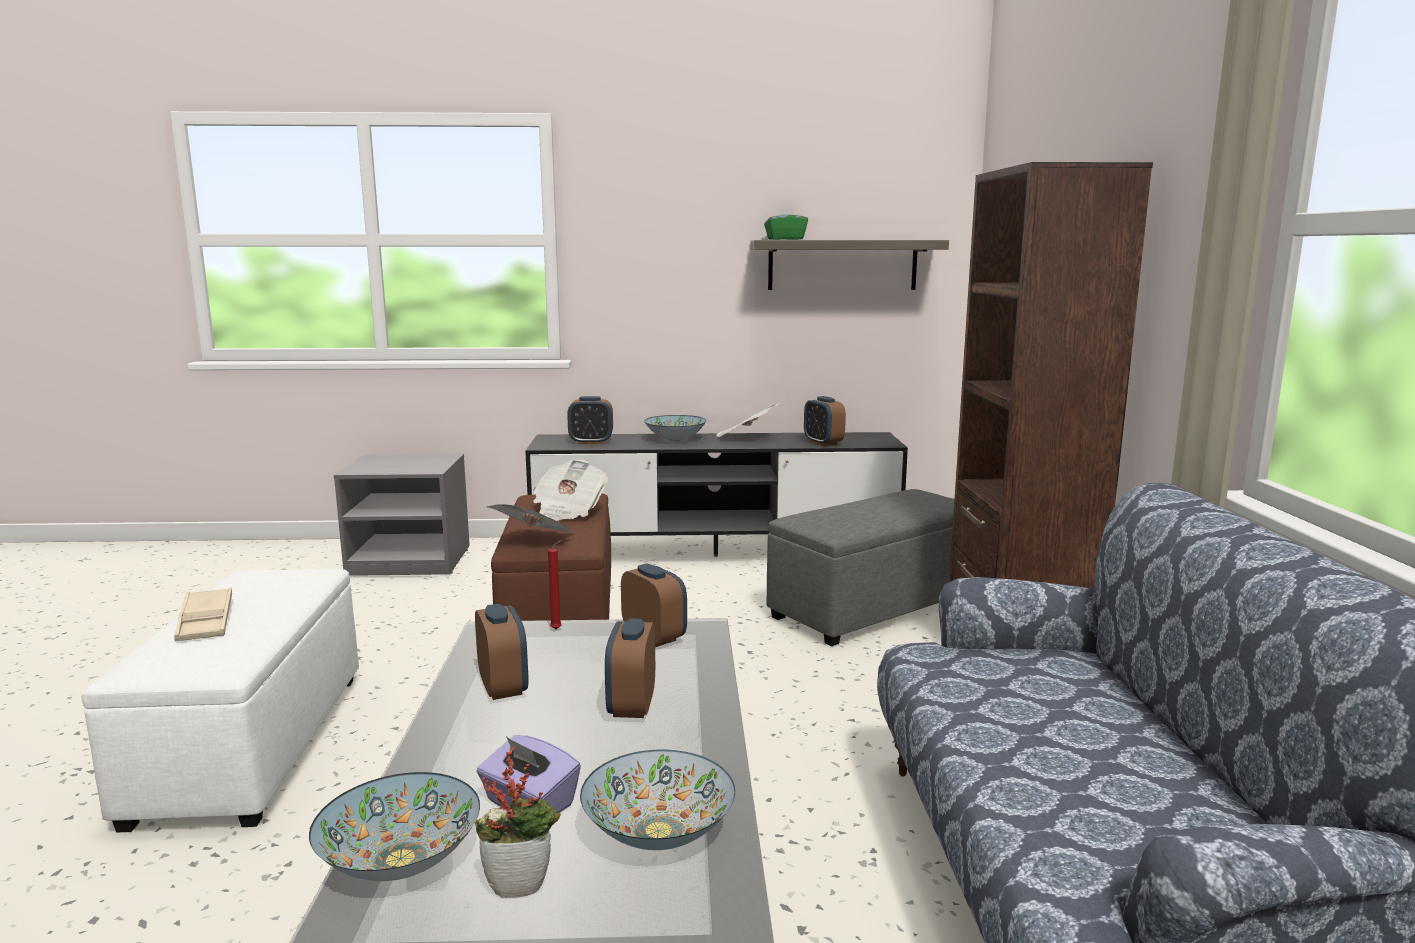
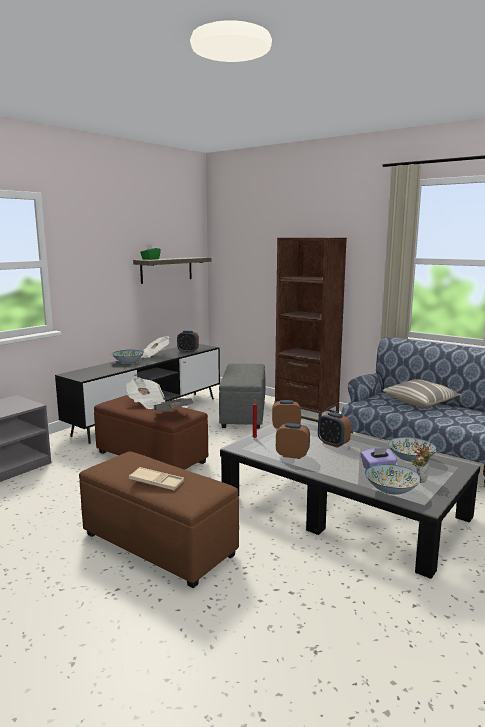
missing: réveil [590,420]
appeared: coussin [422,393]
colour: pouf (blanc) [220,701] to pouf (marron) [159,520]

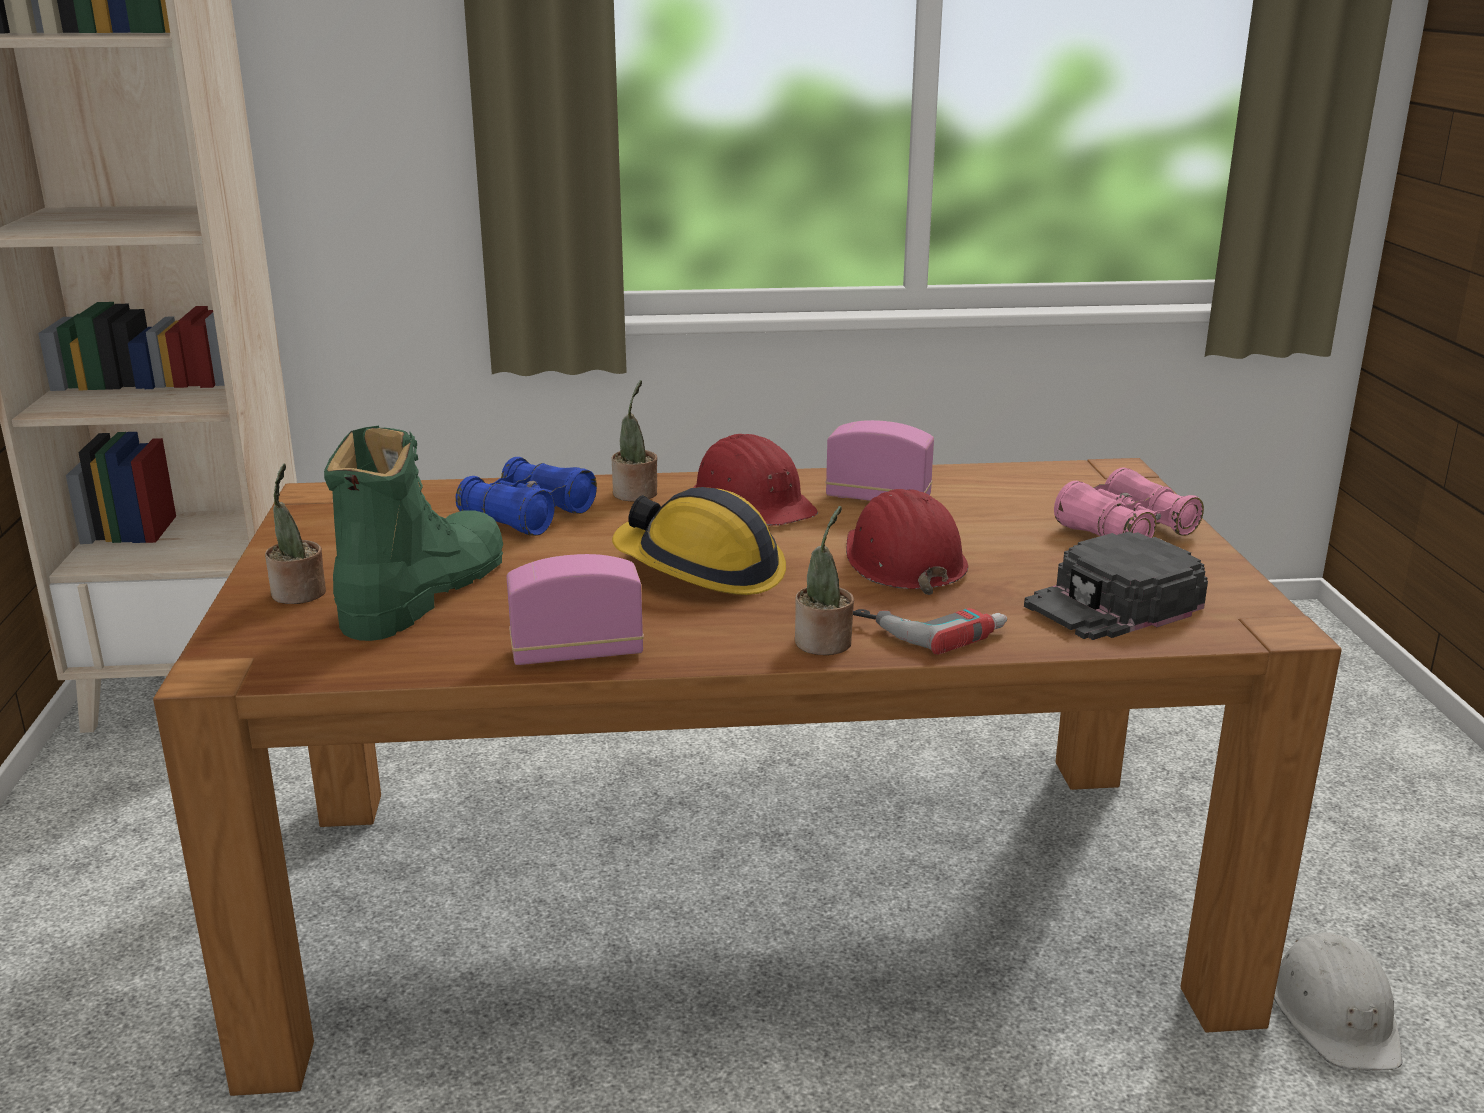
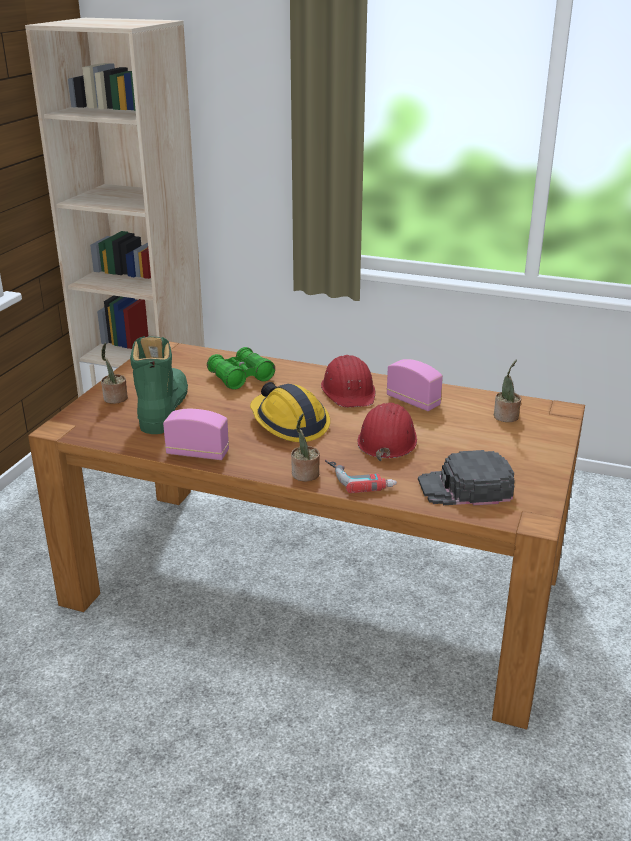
missing: jumelles (rose) [1129,502]; casque de chantier (blanc) [1338,1001]
relocated: plante en pot [634,440] to [507,391]
colour: jumelles (bleu) [526,496] to jumelles (vert) [241,368]
spun: botte (vert) [413,533] = [159,385] 45 degrees counterclockwise

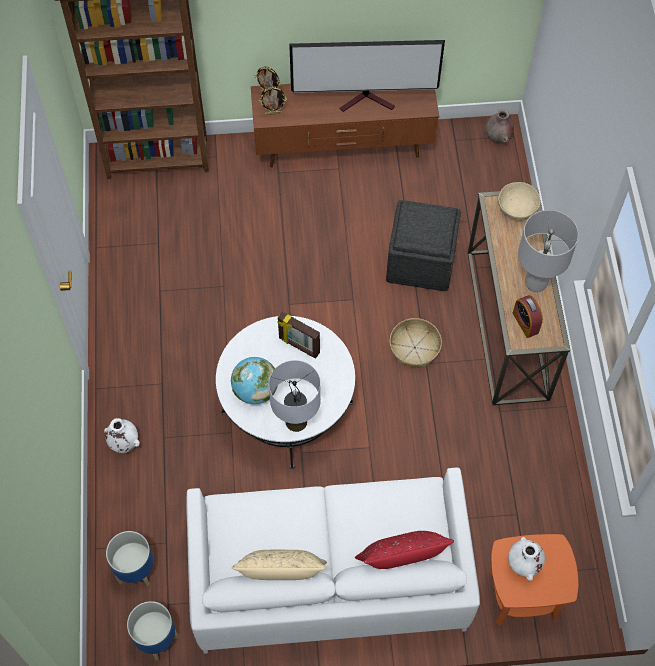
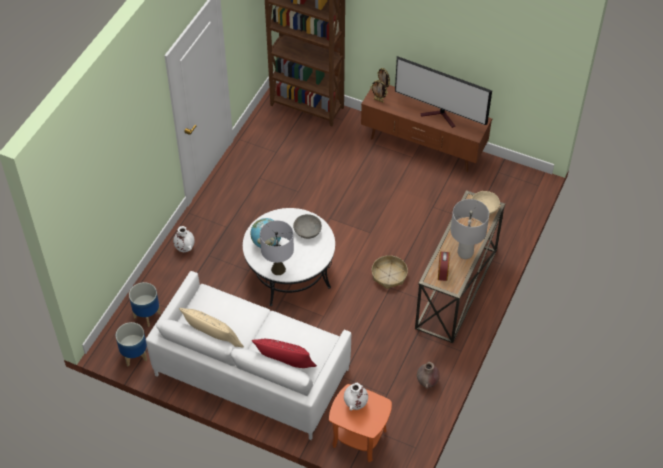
missing: pouf (gris) [423,245]
relocated: vase (marron) [500,126] to [428,375]
exchanged: cadre photo [298,335] to bol (gris) [307,226]

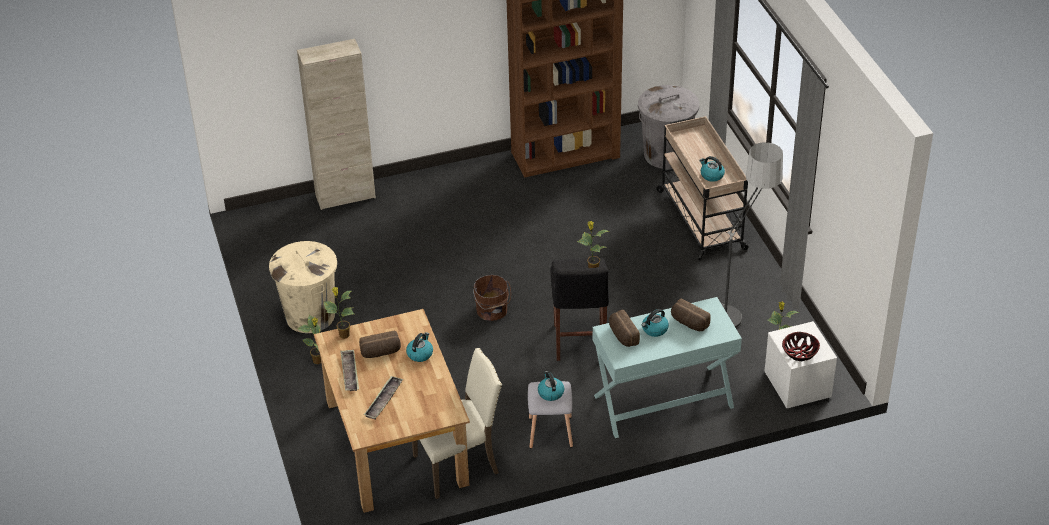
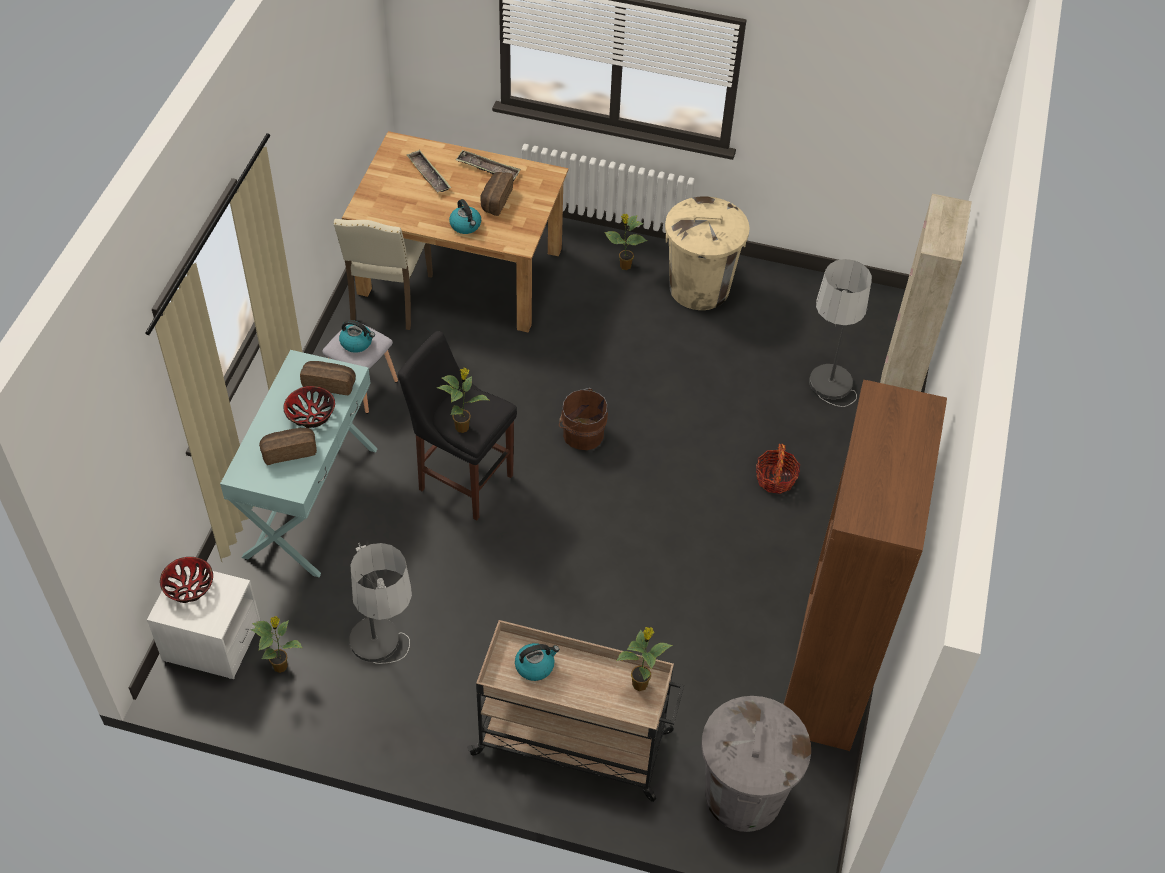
appeared: panier [778,469]; lampadaire [840,333]
relocated: plante en pot [339,313] to [644,659]
exchanged: bouilloire [655,323] to bol [309,407]

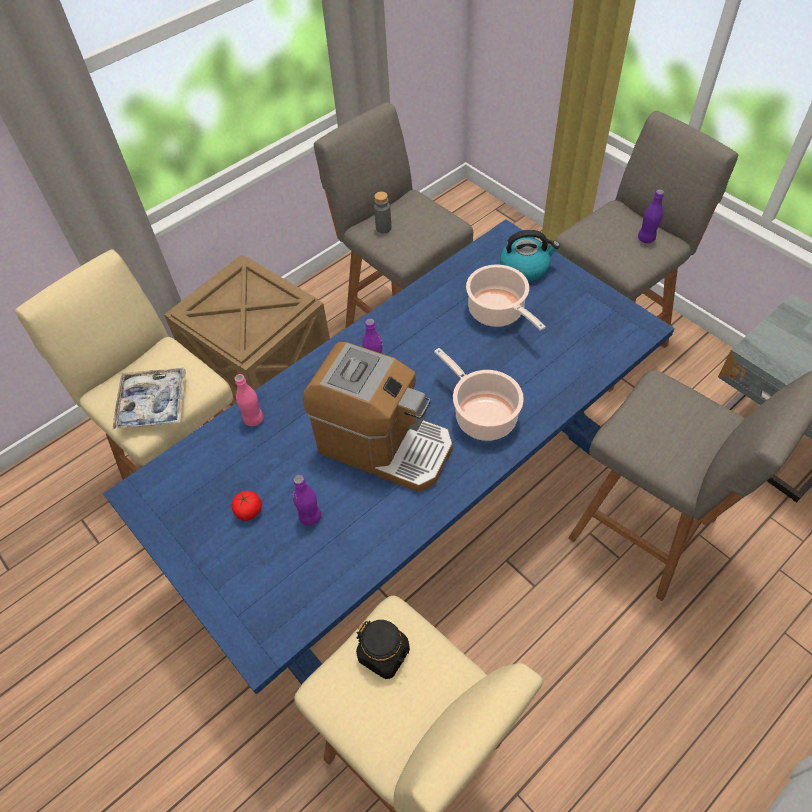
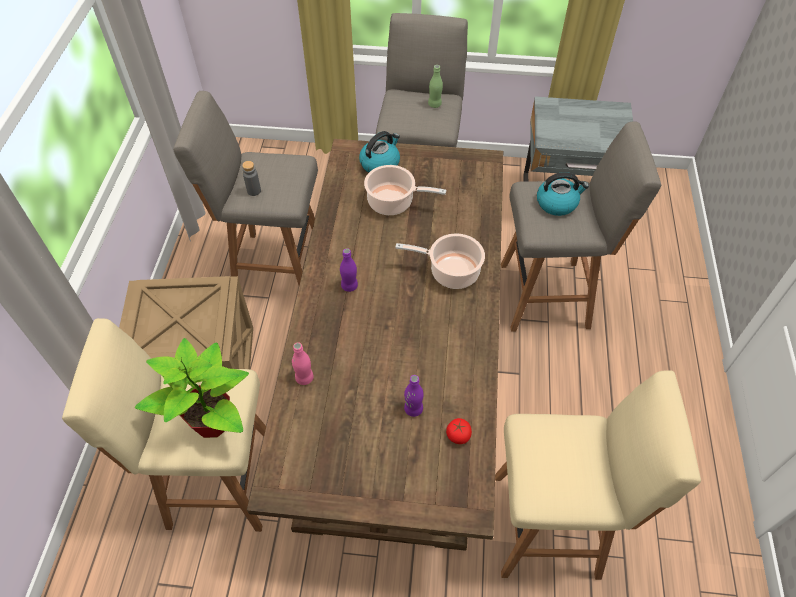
missing: machine à café [378,417]; bocal (noir) [383,649]
appeared: bouilloire [563,194]
relocated: tomate [247,506] to [459,431]
exchanged: plateau [149,398] to plante en pot [192,388]
colour: table à manger (bleu) [388,456] to table à manger (marron) [375,345]; bouteille (violet) [651,216] to bouteille (vert) [435,86]

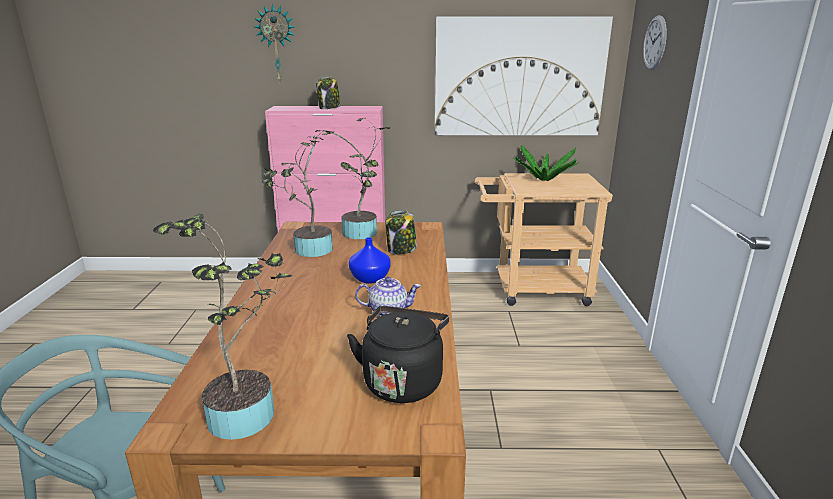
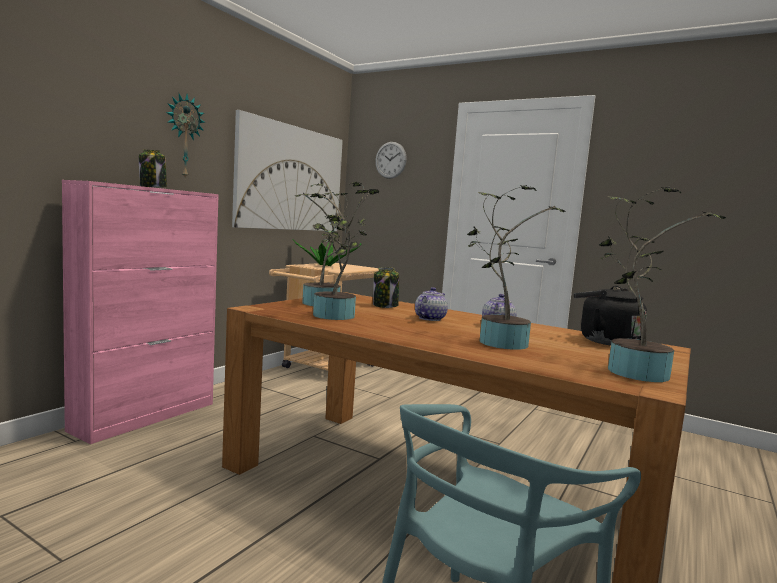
appeared: plante en pot [516,267]
relocated: horloge murale [274,43] to [185,136]
exchanged: vase (bleu) [370,260] to théière [431,304]

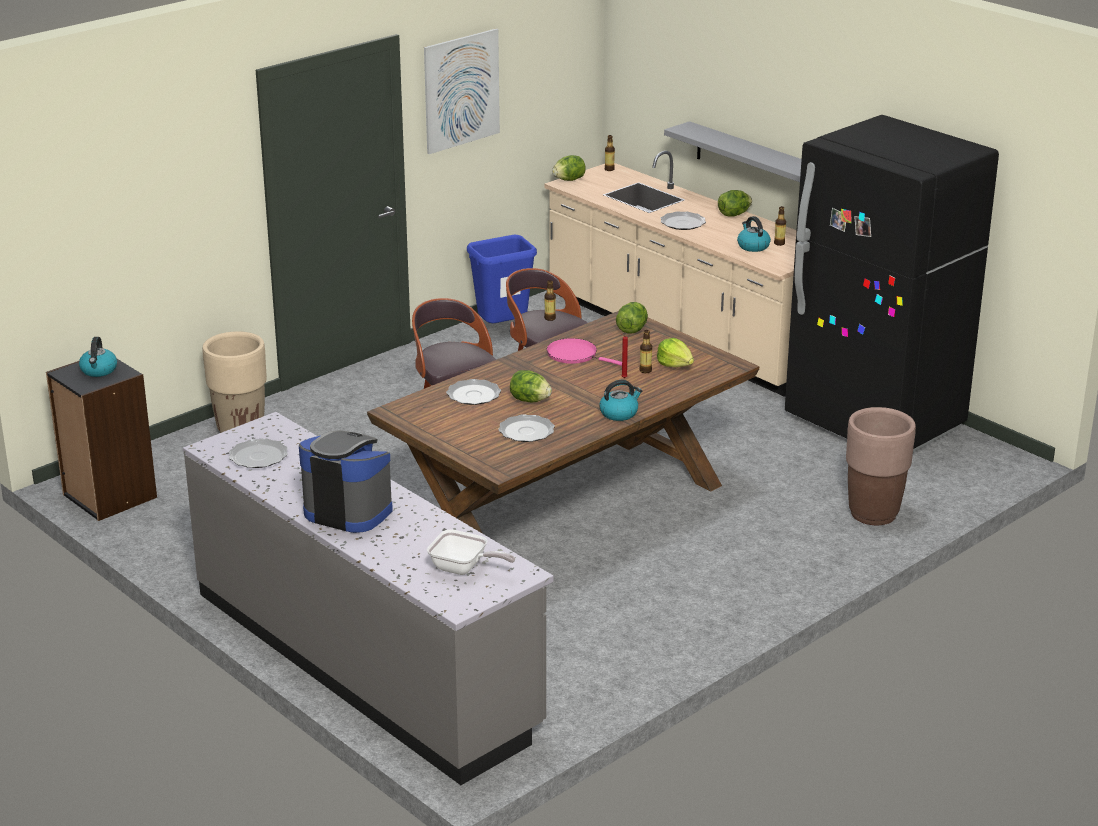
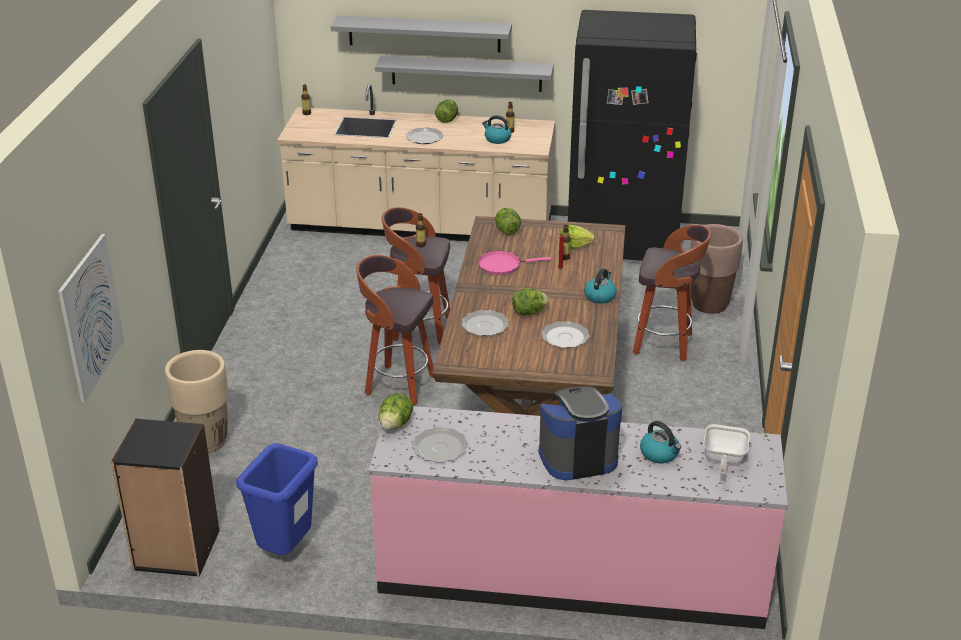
appeared: étagère (gris) [421,33]; tabouret [672,293]
relocated: bouilloire [98,357] to [660,442]; tableau [462,91] to [91,318]; poubelle (bleu) [502,279] to [277,499]; laitue [569,168] to [396,411]
colour: comptoir de cuisine (gris) [368,598] to comptoir de cuisine (rose) [578,517]
spun: poêle [471,552] = [727,450] 120 degrees clockwise

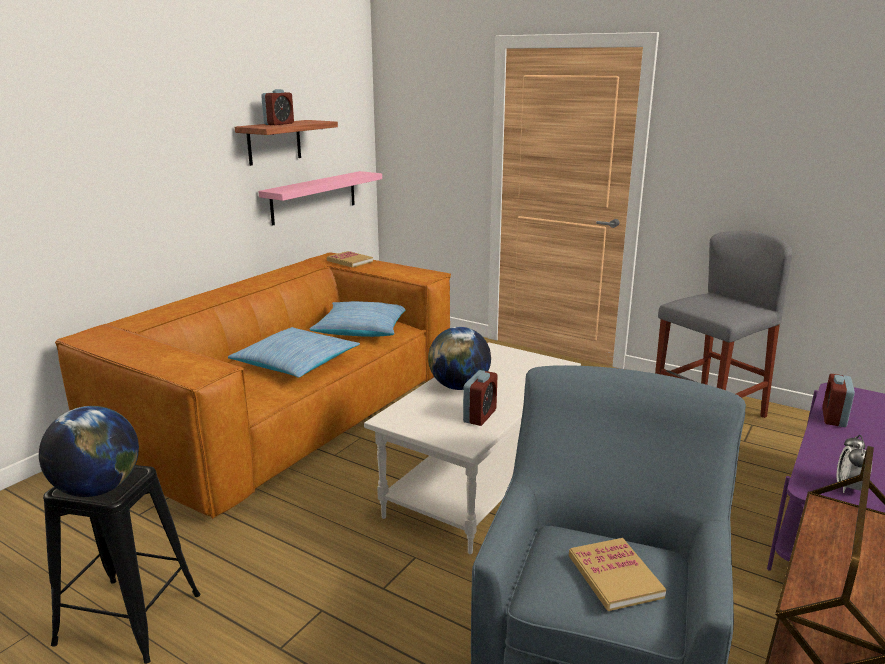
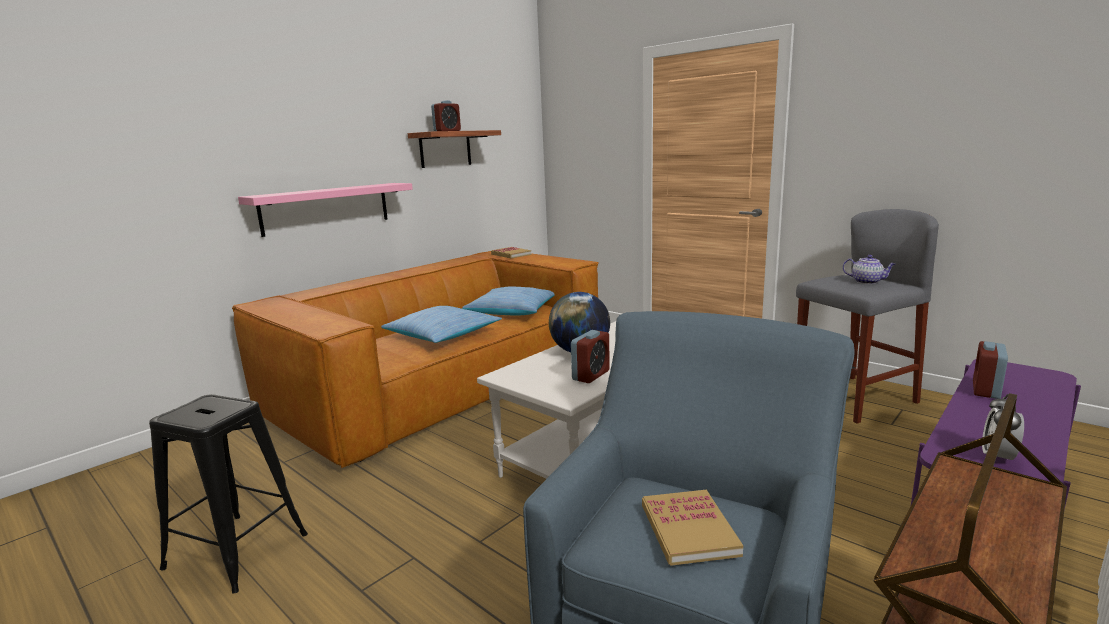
missing: globe [89,451]
appeared: théière [869,269]
relocated: étagère (rose) [320,198] to [325,210]

